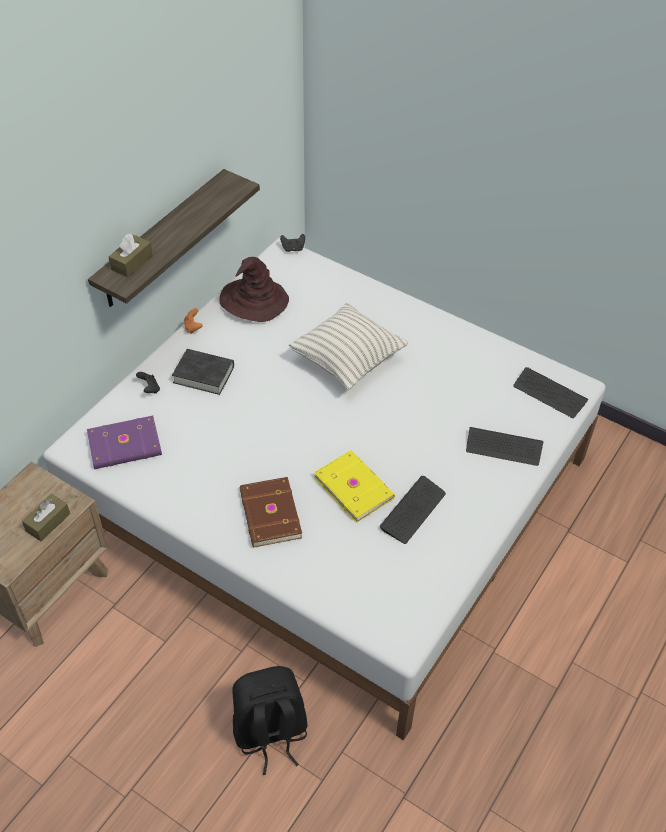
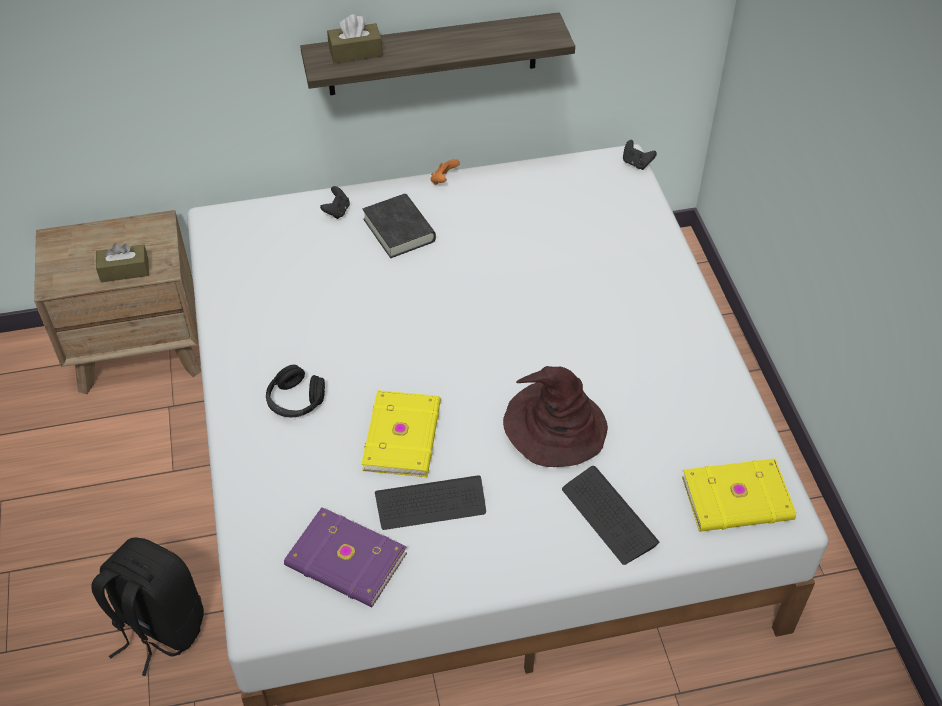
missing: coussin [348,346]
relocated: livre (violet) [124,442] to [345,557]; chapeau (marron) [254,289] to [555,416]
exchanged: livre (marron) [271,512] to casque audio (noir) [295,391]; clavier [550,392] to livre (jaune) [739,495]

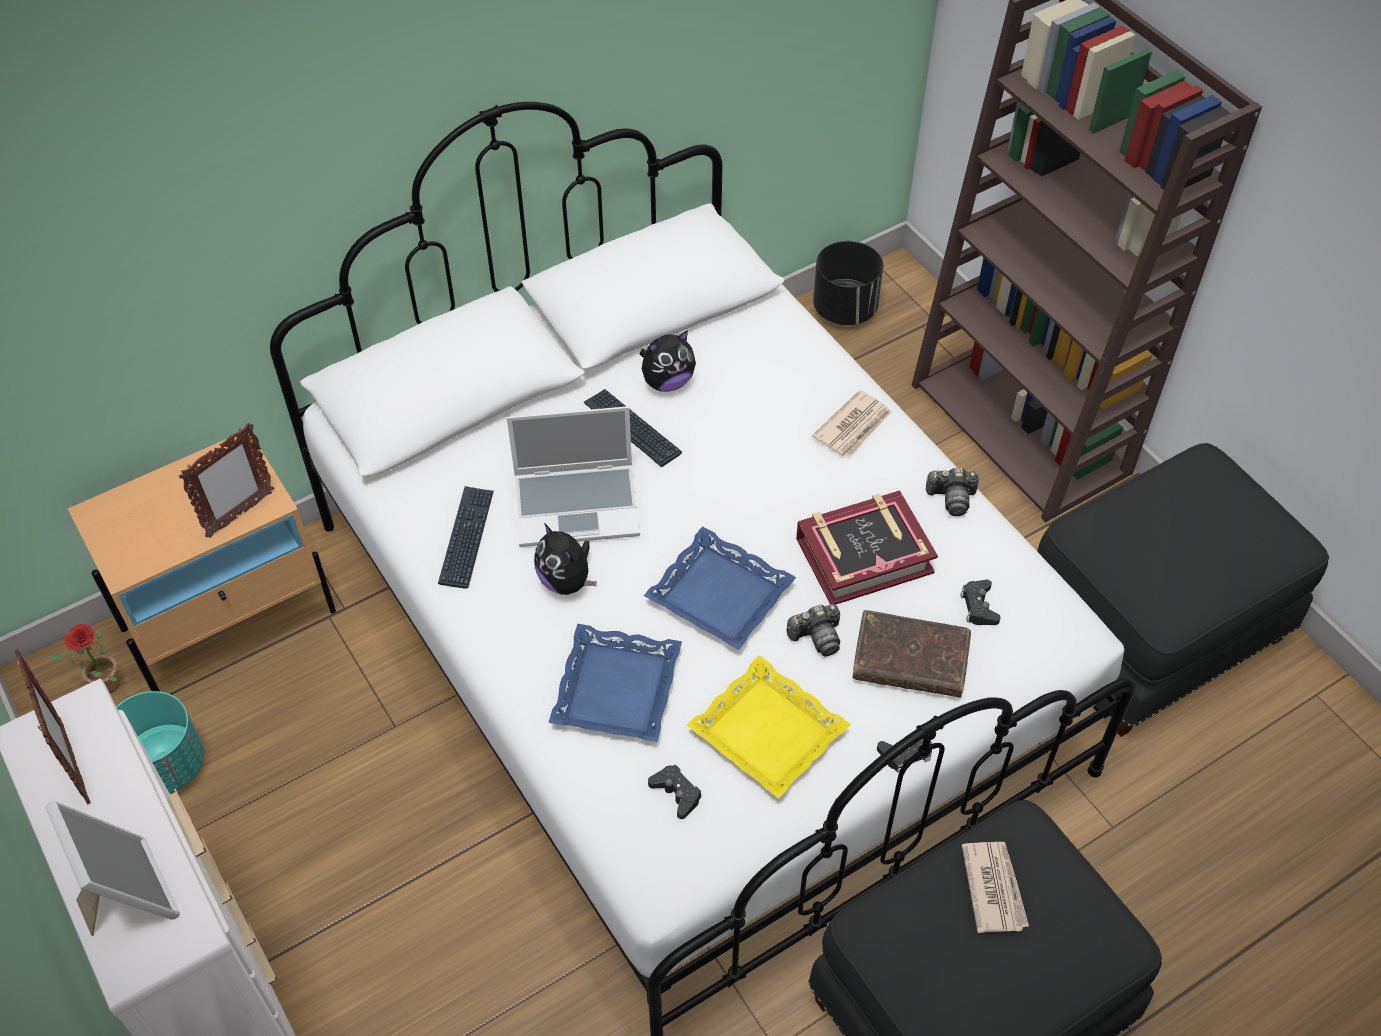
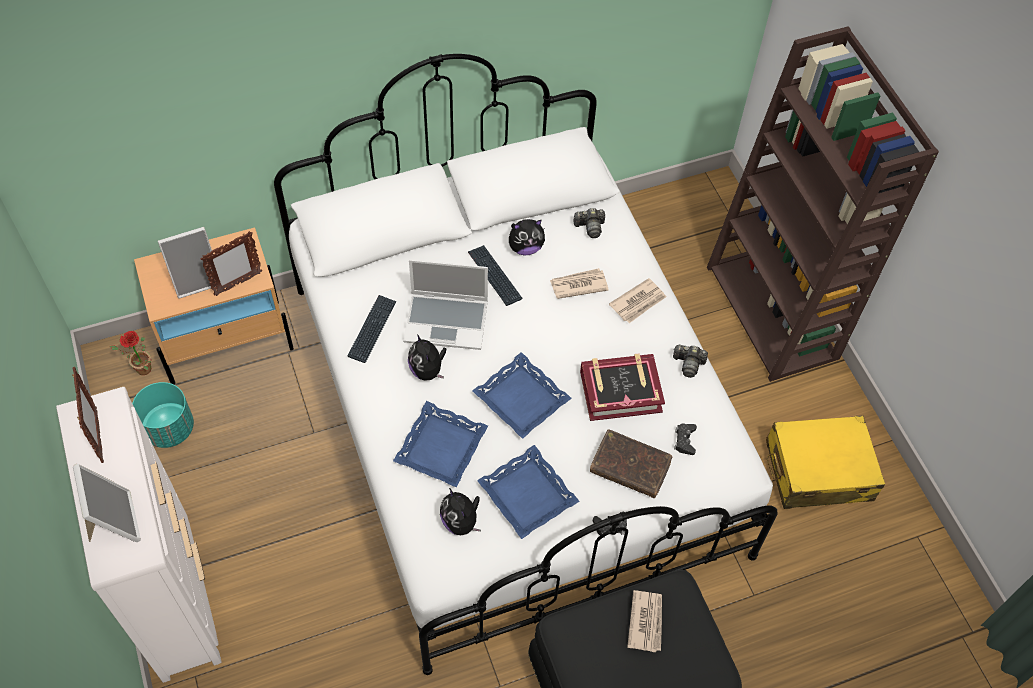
missing: cache-pot (noir) [848,283]
appeared: cadre photo [187,263]; journal [579,283]
relocated: appareil photo [813,630] to [589,223]
exchanged: manette (noir) [675,792] to peluche [460,511]; pouf (noir) [1183,590] to valise (jaune) [825,462]
colour: plateau (jaune) [769,727] to plateau (bleu) [528,492]

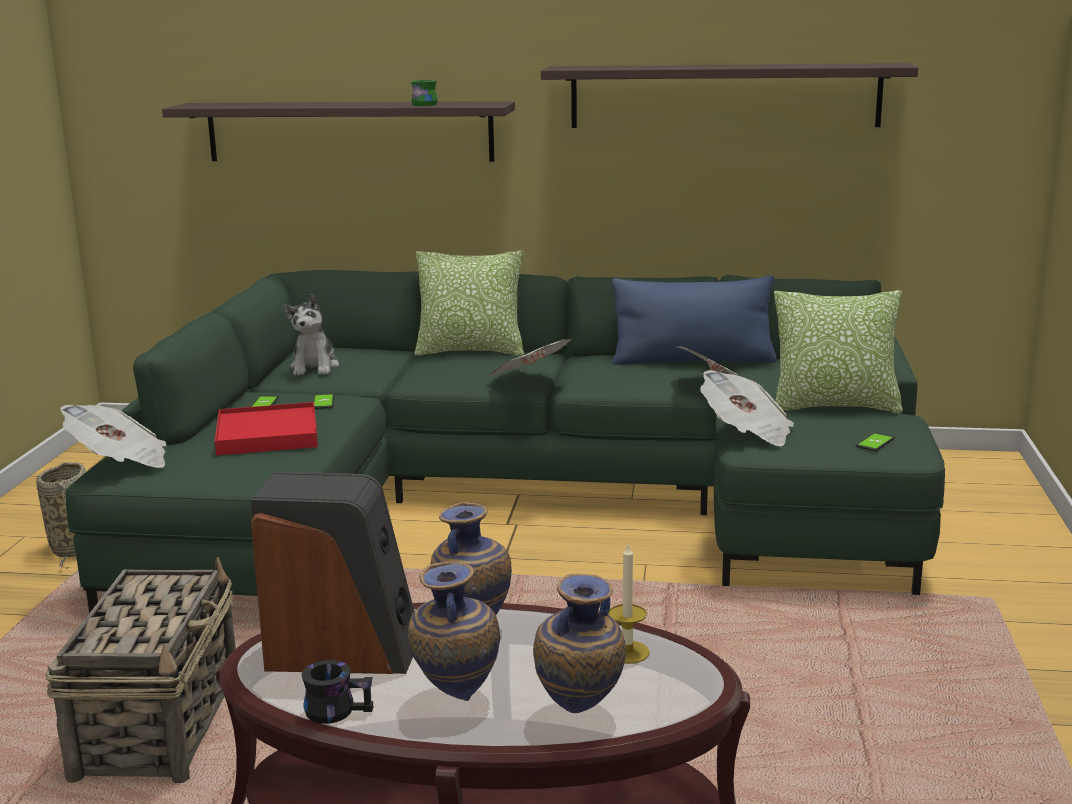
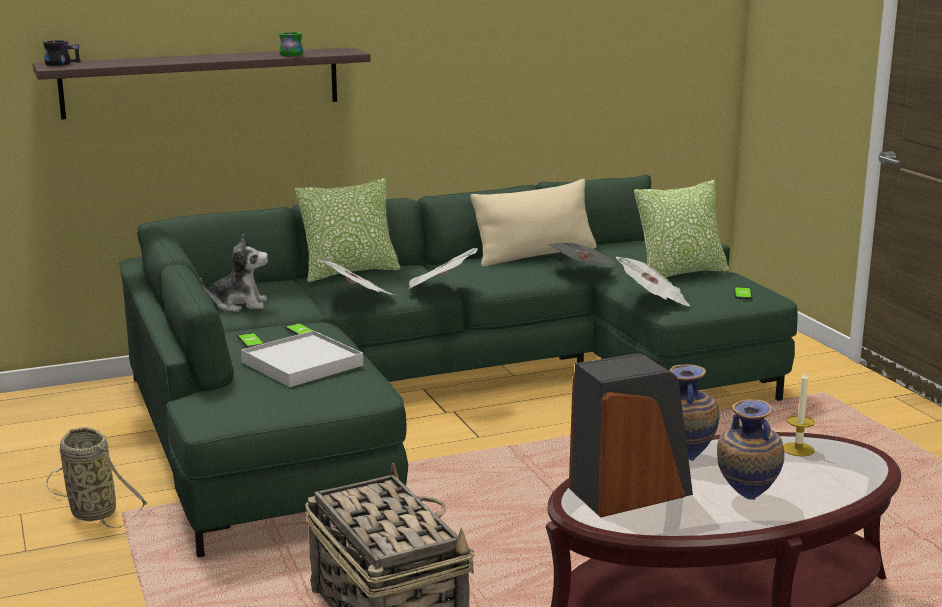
missing: vase [579,643]; étagère [729,95]
relocated: journal [113,436] to [355,277]; mug (noir) [337,692] to [62,53]
colour: plateau (rouge) [266,429] to plateau (blanc) [302,359]; coussin (bleu) [694,320] to coussin (beige) [533,222]
spun: peluche [311,334] = [234,273] 60 degrees counterclockwise

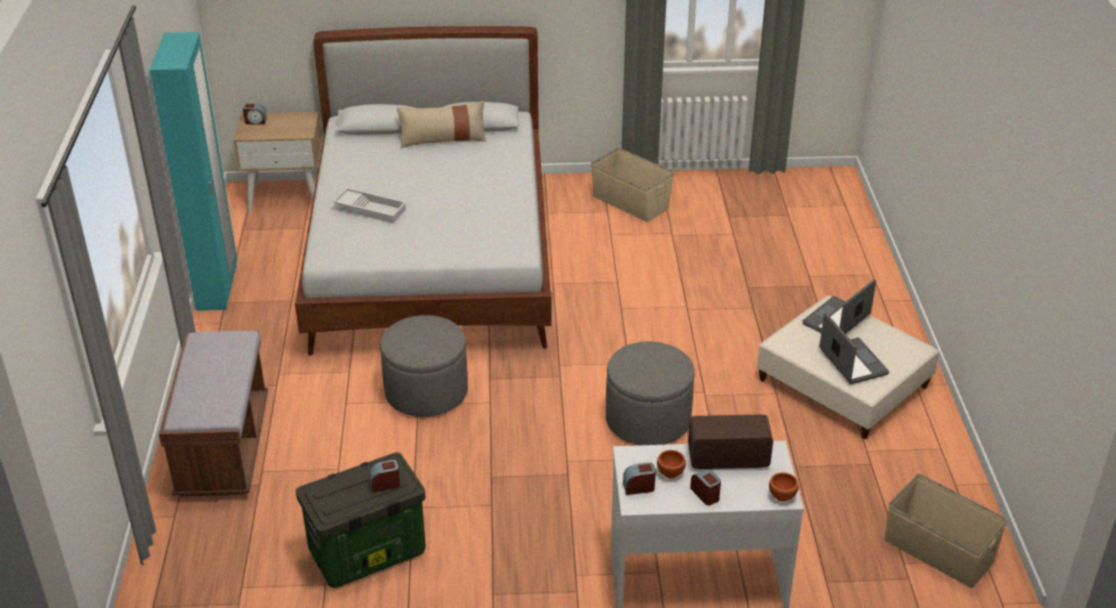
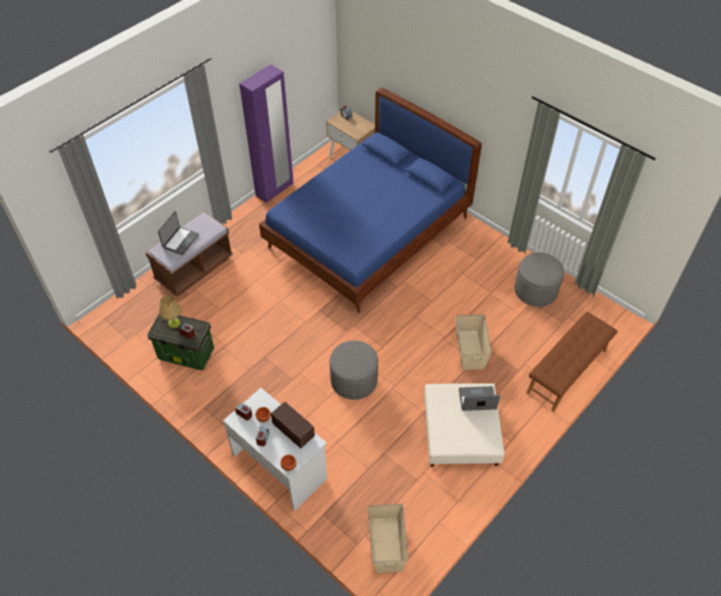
missing: plateau (blanc) [369,205]; coussin (beige) [442,124]
appeared: lampe de table [170,311]; banc (marron) [572,362]
relocated: pouf (gris) [424,366] to [539,280]; boîte de rangement (beige) [632,185] to [474,342]; ordinateur portable [854,348] to [178,233]
colour: armoire (turquoise) [193,171] to armoire (violet) [266,133]; lit (blanc) [423,191] to lit (bleu) [370,200]

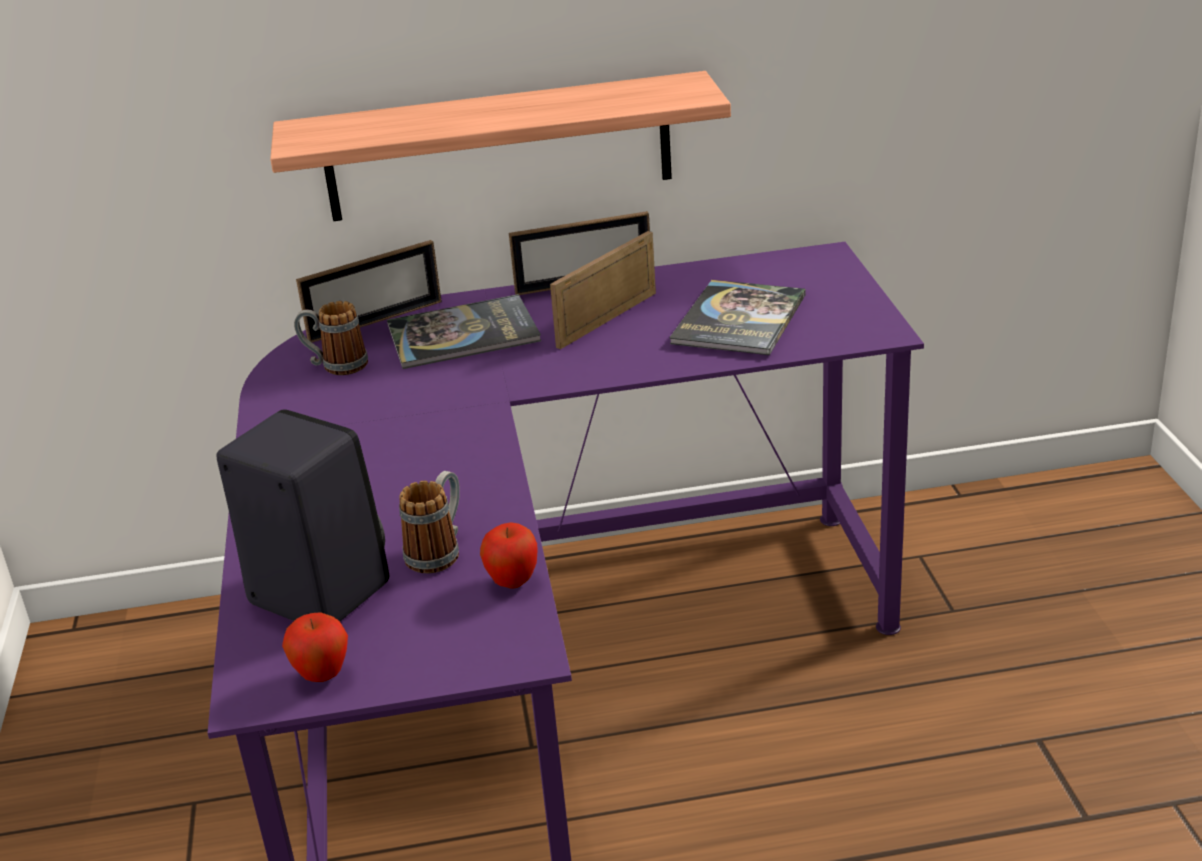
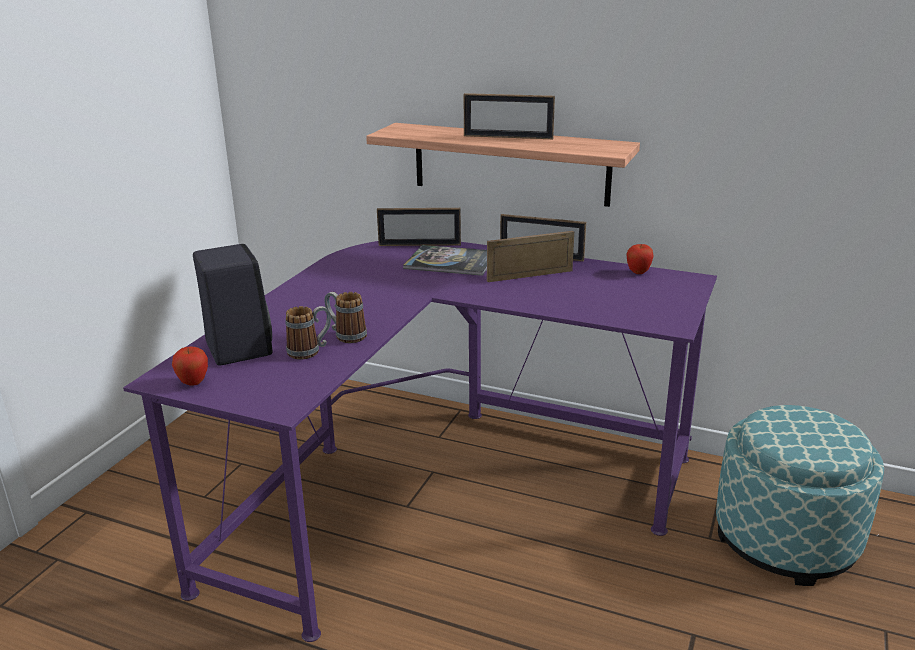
missing: livre [737,317]
appeared: cadre photo [509,116]; pouf [800,495]
relocated: mug [331,338] to [345,317]; pomme [509,555] to [639,259]

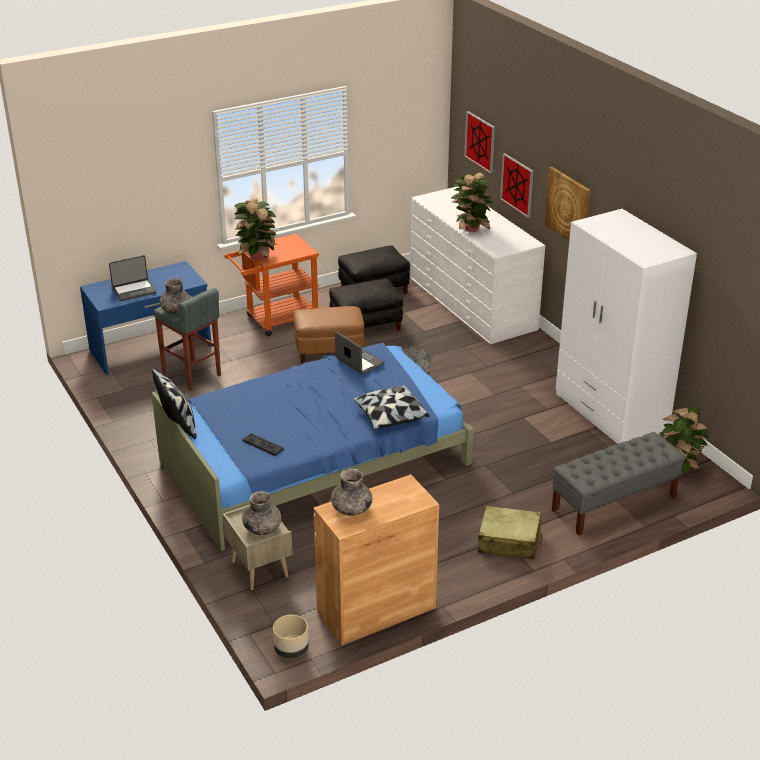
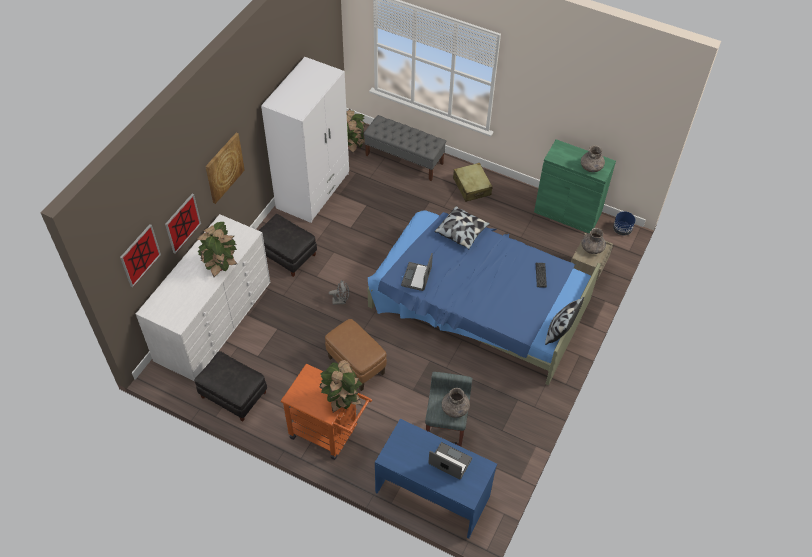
relocated: pouf (noir) [366,305] to [287,245]
colour: cache-pot (beige) [291,636] to cache-pot (bleu) [624,223]; meuble de rangement (marron) [376,559] to meuble de rangement (vert) [575,186]

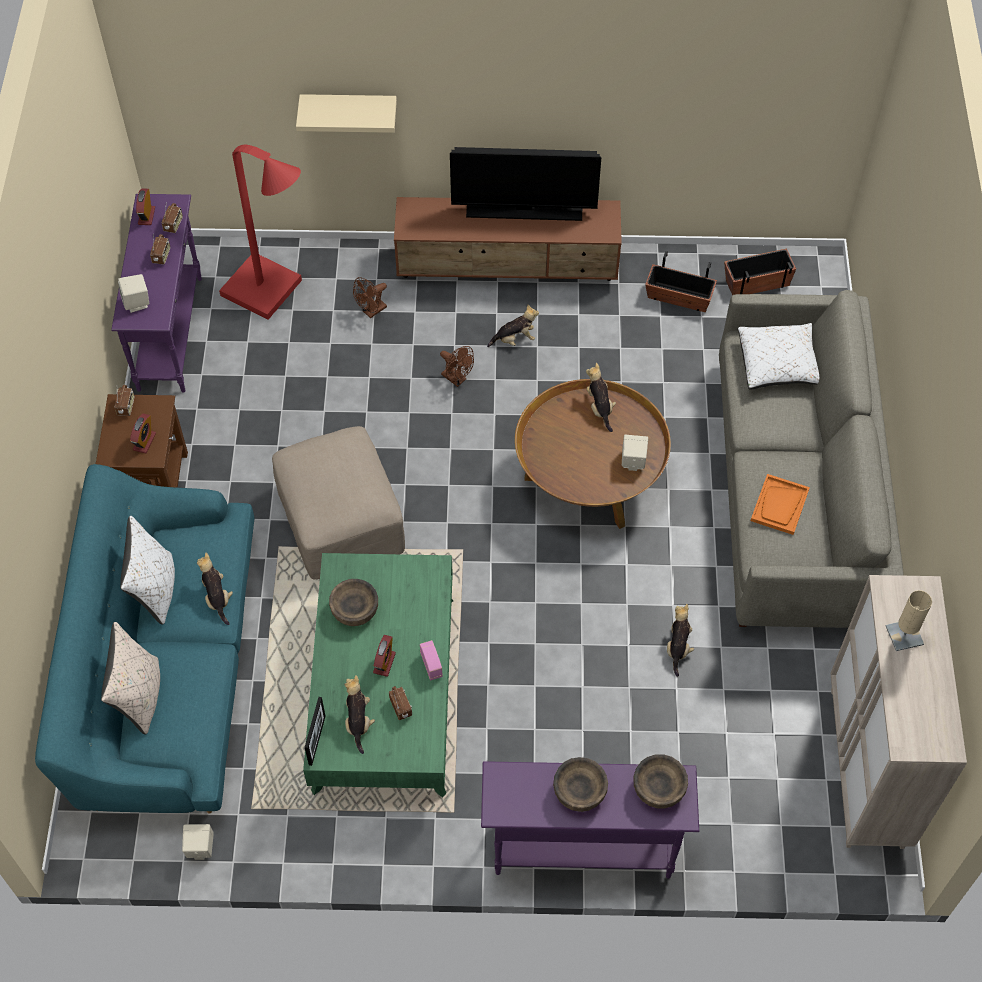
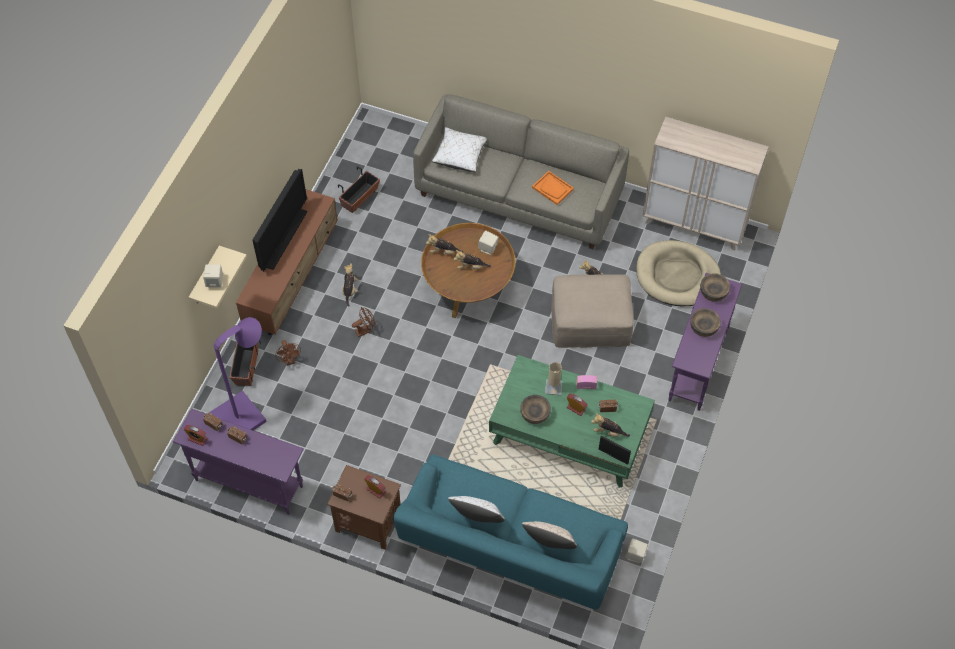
appeared: panier pour chien (beige) [678,273]
relocated: enceinte (beige) [133,293] to [213,275]; peluche [215,589] to [472,260]; pouf (beige) [338,502] to [592,311]; cache-pot [760,272] to [245,363]; lampe de table (beige) [909,620] to [553,378]
colour: lampadaire (rouge) [260,232] to lampadaire (violet) [238,374]

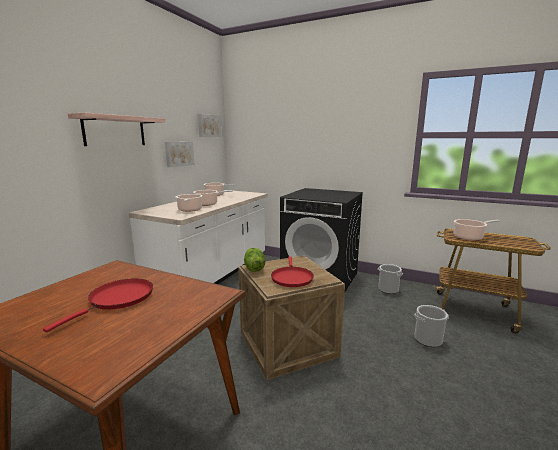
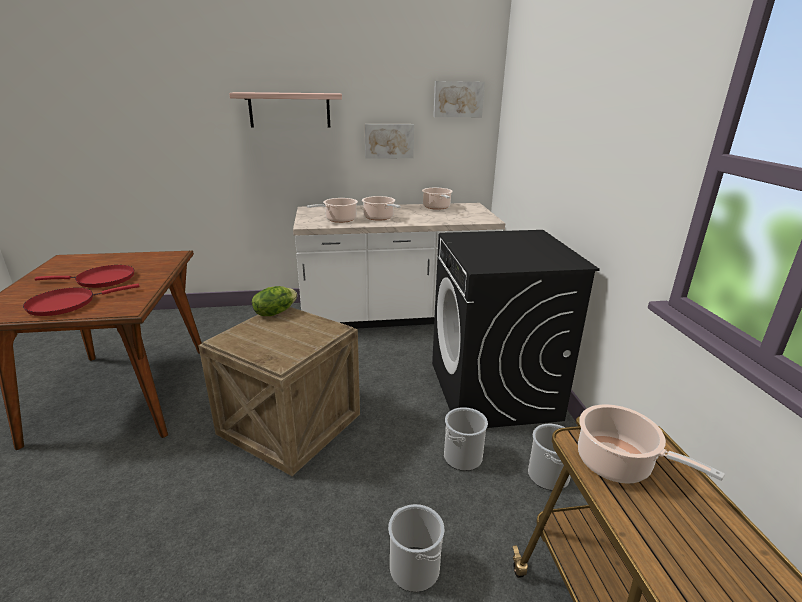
appeared: seau [466,439]
relocated: poêle (rouge) [292,271] to [81,300]

